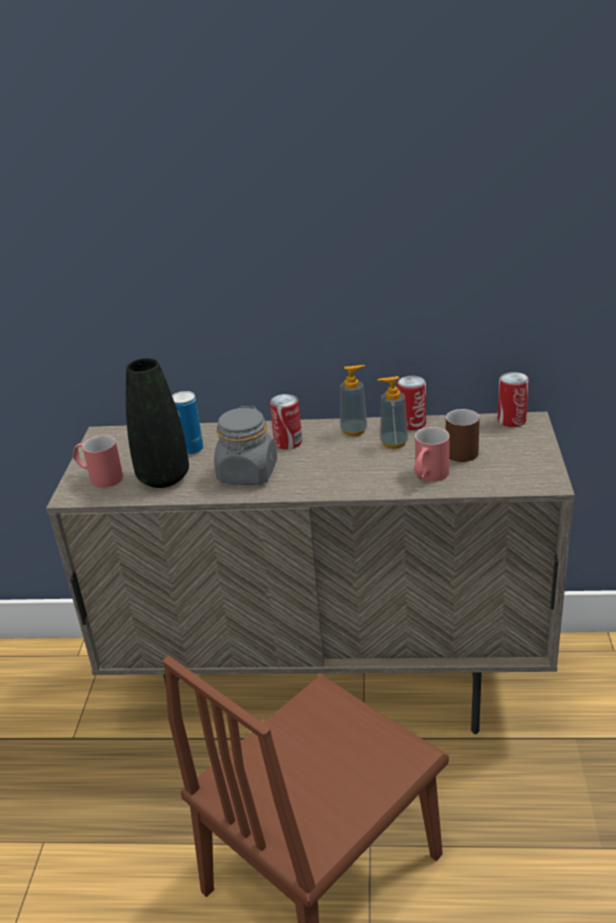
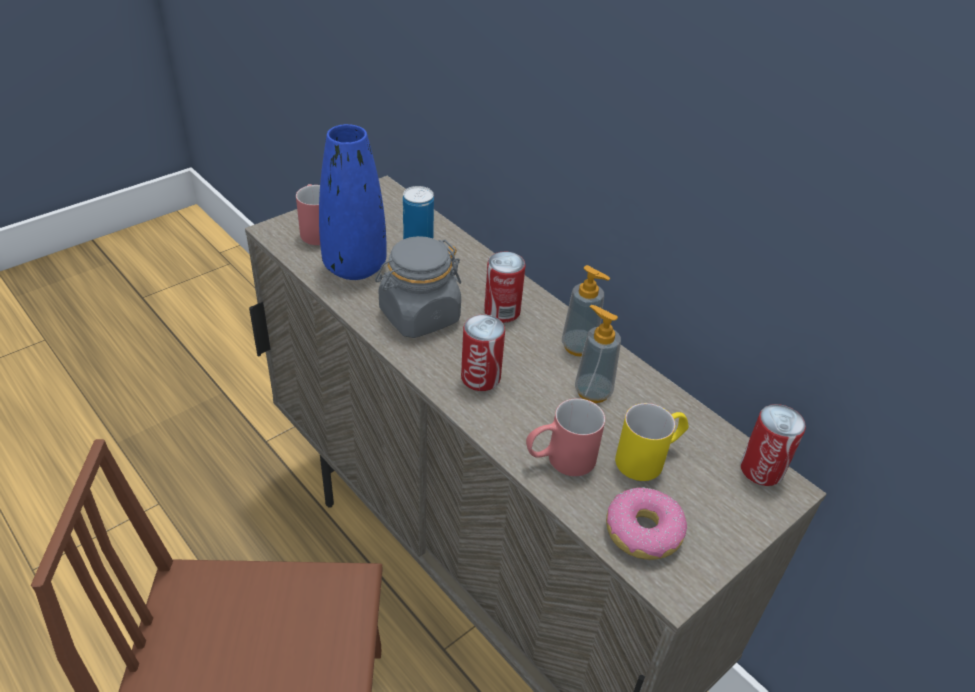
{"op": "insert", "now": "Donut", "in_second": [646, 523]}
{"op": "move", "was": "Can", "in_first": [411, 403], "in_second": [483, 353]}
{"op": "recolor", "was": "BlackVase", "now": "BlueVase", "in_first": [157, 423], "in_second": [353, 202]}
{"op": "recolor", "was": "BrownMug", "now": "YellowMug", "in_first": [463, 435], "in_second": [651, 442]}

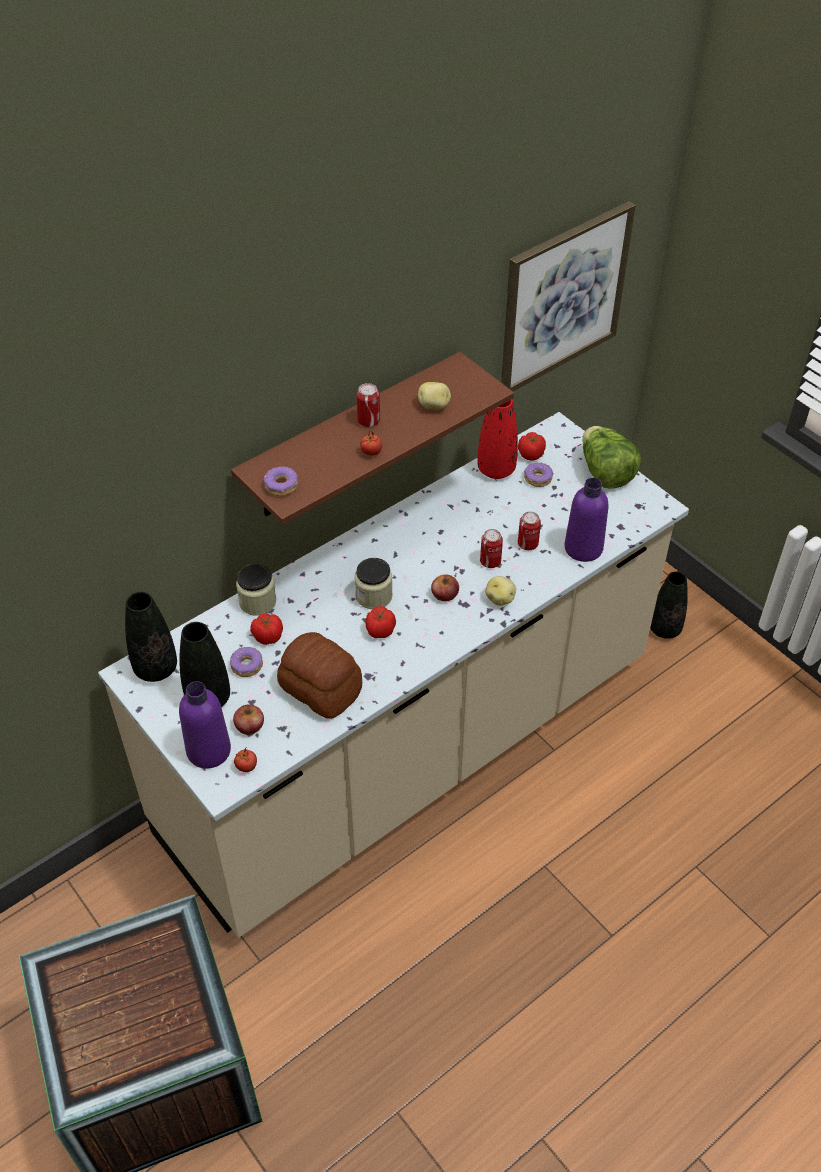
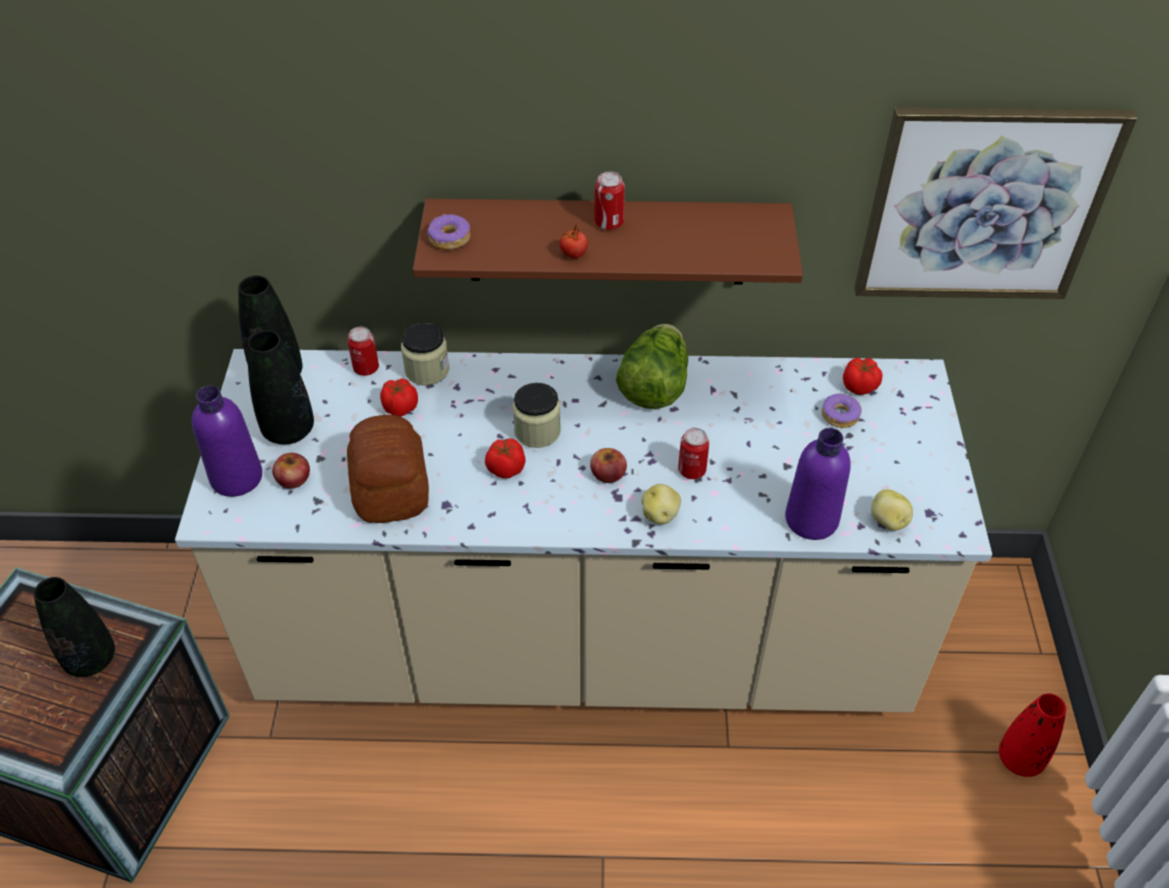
{"op": "delete", "was": "Donut", "in_first": [246, 662]}
{"op": "delete", "was": "Tomato", "in_first": [245, 760]}
{"op": "move", "was": "Potato", "in_first": [434, 396], "in_second": [892, 510]}
{"op": "move", "was": "RedVase", "in_first": [497, 439], "in_second": [1032, 735]}
{"op": "move", "was": "Can", "in_first": [529, 531], "in_second": [363, 351]}
{"op": "move", "was": "Lettuce", "in_first": [611, 457], "in_second": [652, 366]}
{"op": "move", "was": "BlackVase", "in_first": [669, 605], "in_second": [74, 627]}

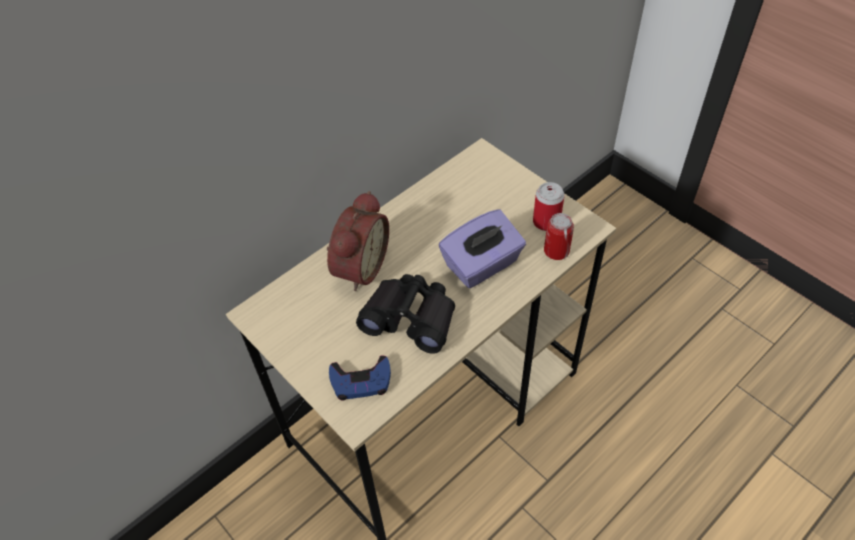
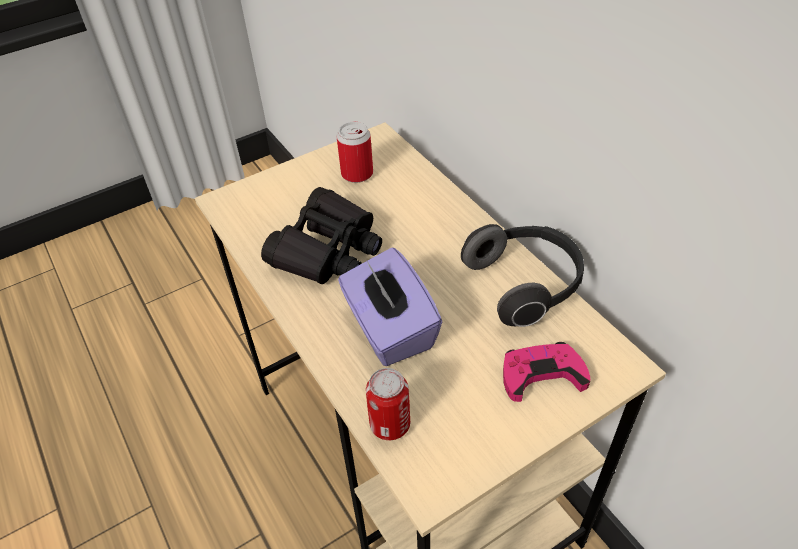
{"op": "delete", "was": "AlarmClock", "in_first": [358, 241]}
{"op": "delete", "was": "BlueGameController", "in_first": [360, 378]}
{"op": "insert", "now": "Headphones", "in_second": [522, 275]}
{"op": "insert", "now": "PinkGameController", "in_second": [546, 372]}
{"op": "move", "was": "Can", "in_first": [549, 206], "in_second": [354, 152]}

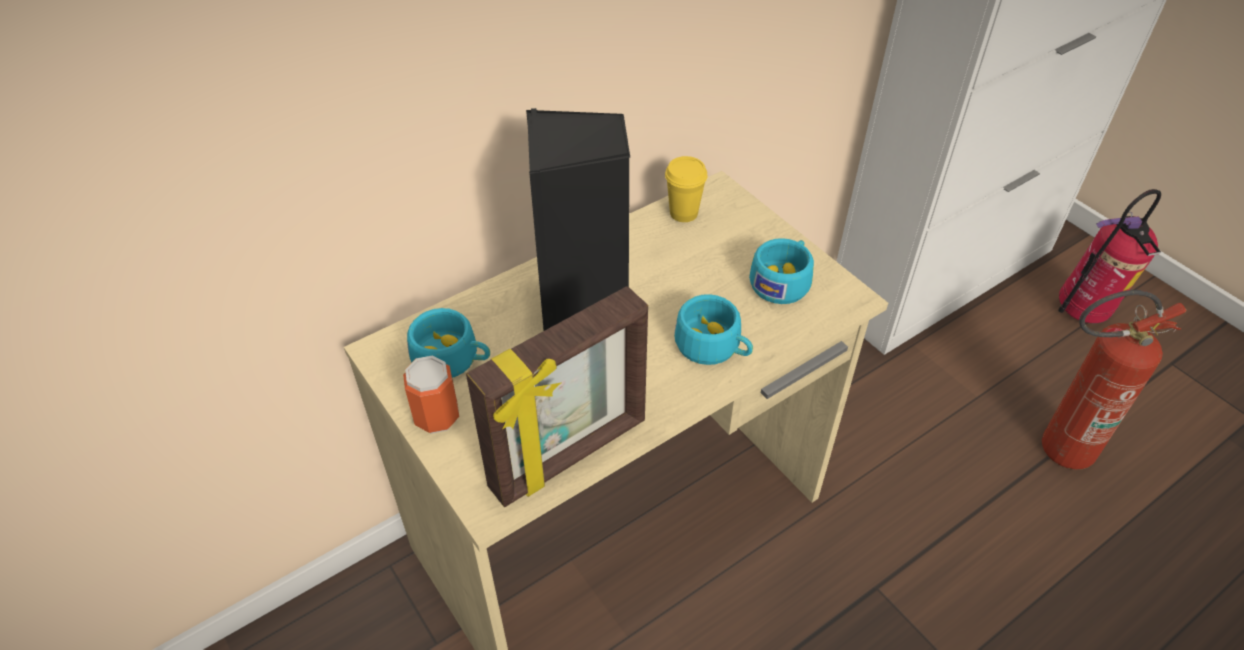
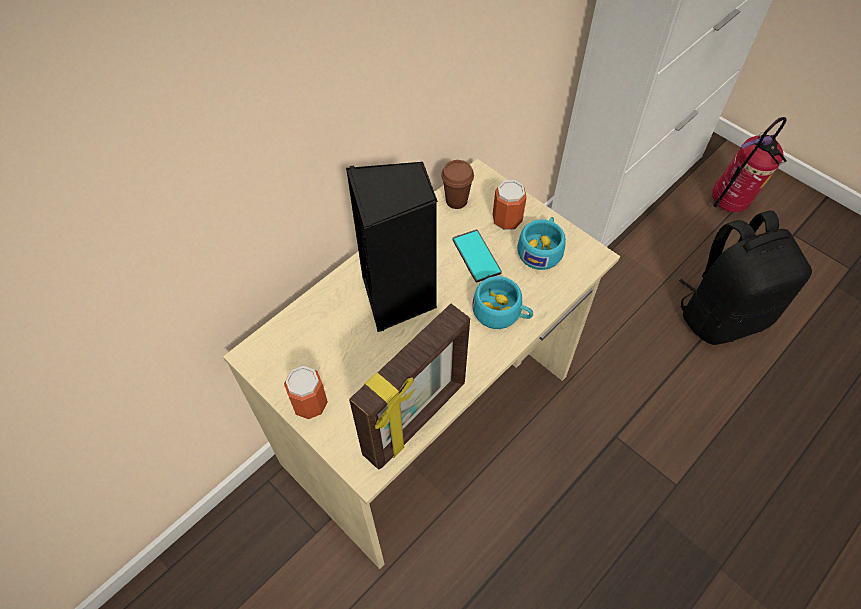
{"op": "delete", "was": "TurquoiseCup", "in_first": [448, 343]}
{"op": "insert", "now": "Phone", "in_second": [477, 256]}
{"op": "insert", "now": "Can", "in_second": [510, 205]}
{"op": "replace", "was": "FireExtinguisher", "now": "BlackBackpack", "in_first": [1114, 379], "in_second": [745, 278]}
{"op": "recolor", "was": "YellowCup", "now": "BrownCup", "in_first": [686, 189], "in_second": [457, 184]}

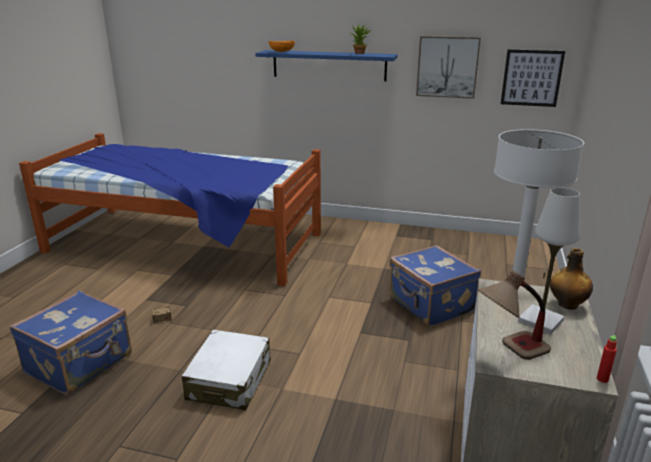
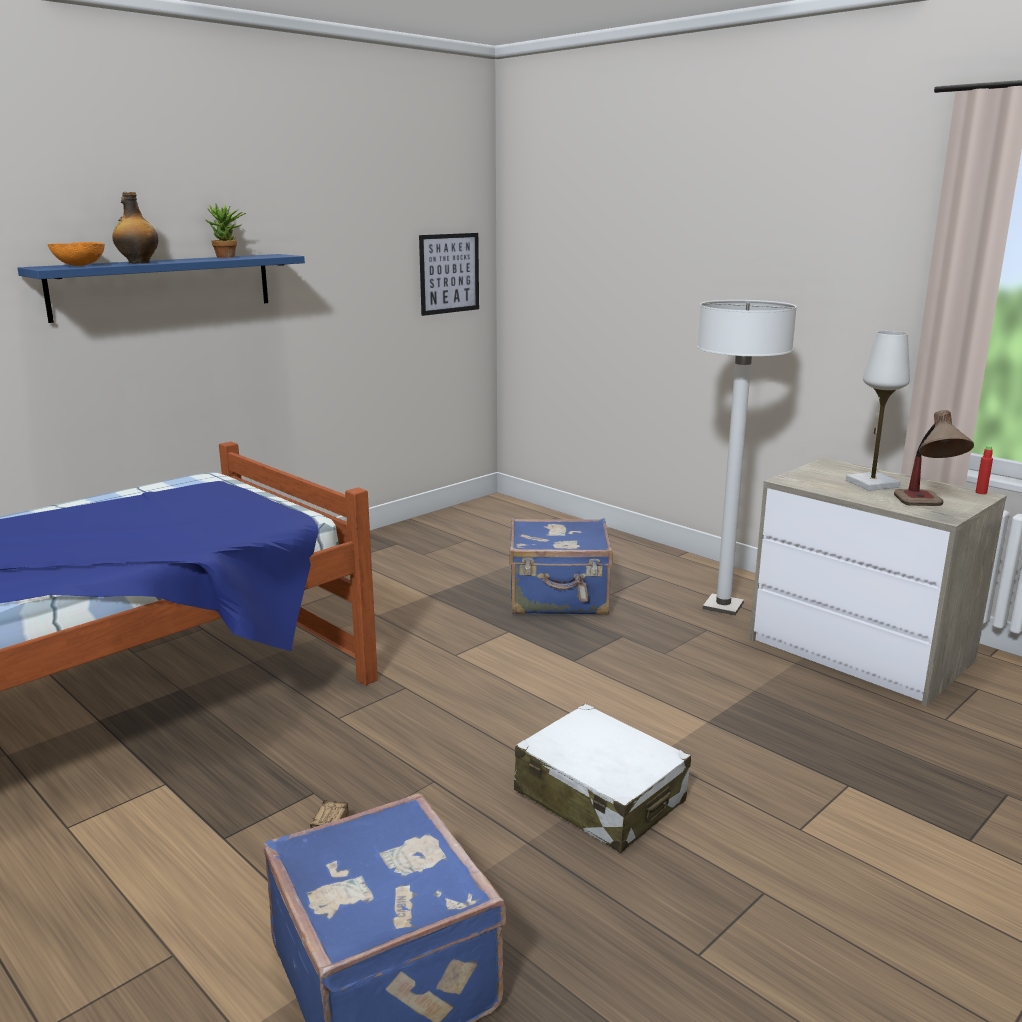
{"op": "delete", "was": "Picture", "in_first": [448, 67]}
{"op": "move", "was": "Bottle", "in_first": [571, 279], "in_second": [135, 228]}

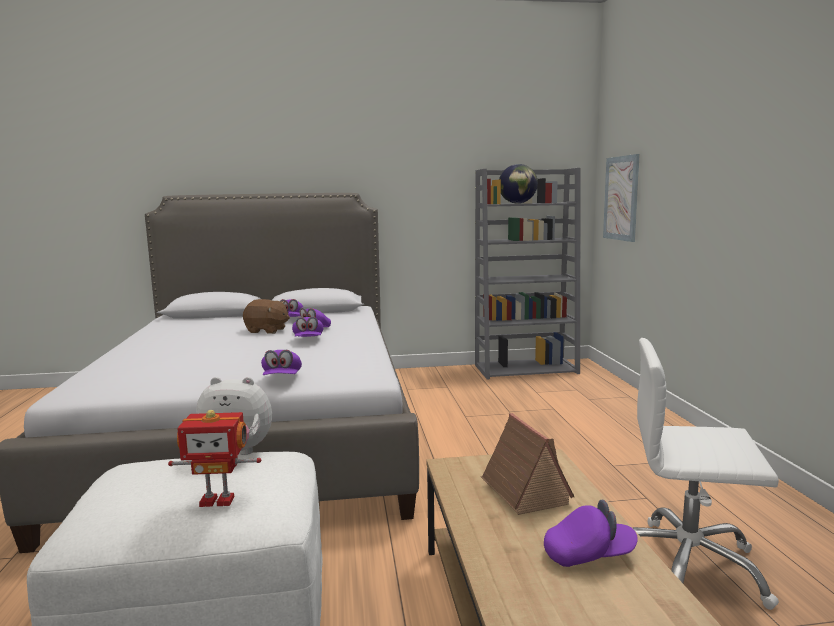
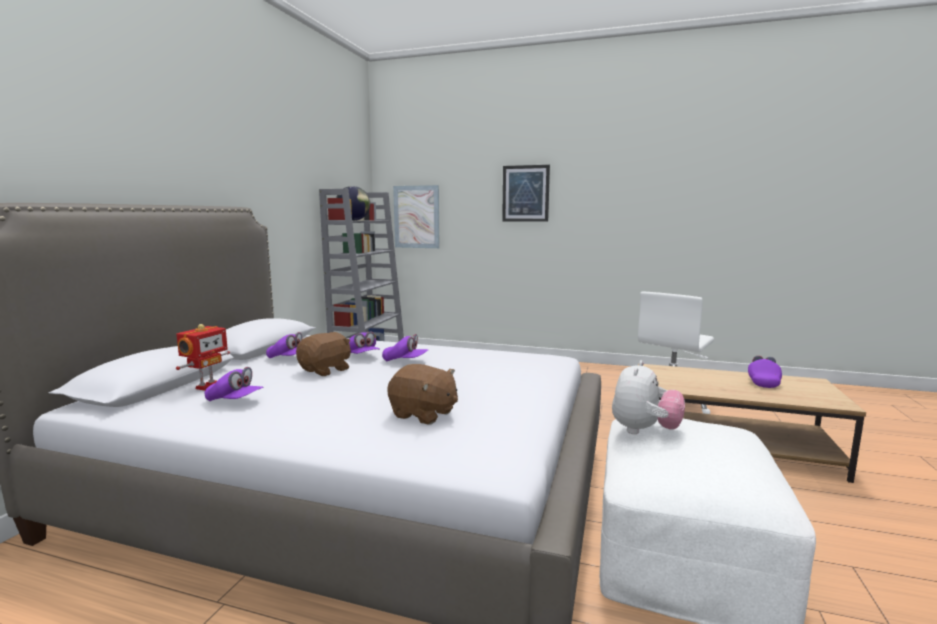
{"op": "delete", "was": "ToyHouse", "in_first": [527, 464]}
{"op": "insert", "now": "BrownPlushToy", "in_second": [422, 394]}
{"op": "insert", "now": "Picture", "in_second": [526, 193]}
{"op": "move", "was": "ToyRobot", "in_first": [214, 458], "in_second": [203, 357]}
{"op": "move", "was": "PurpleCap", "in_first": [281, 362], "in_second": [234, 384]}

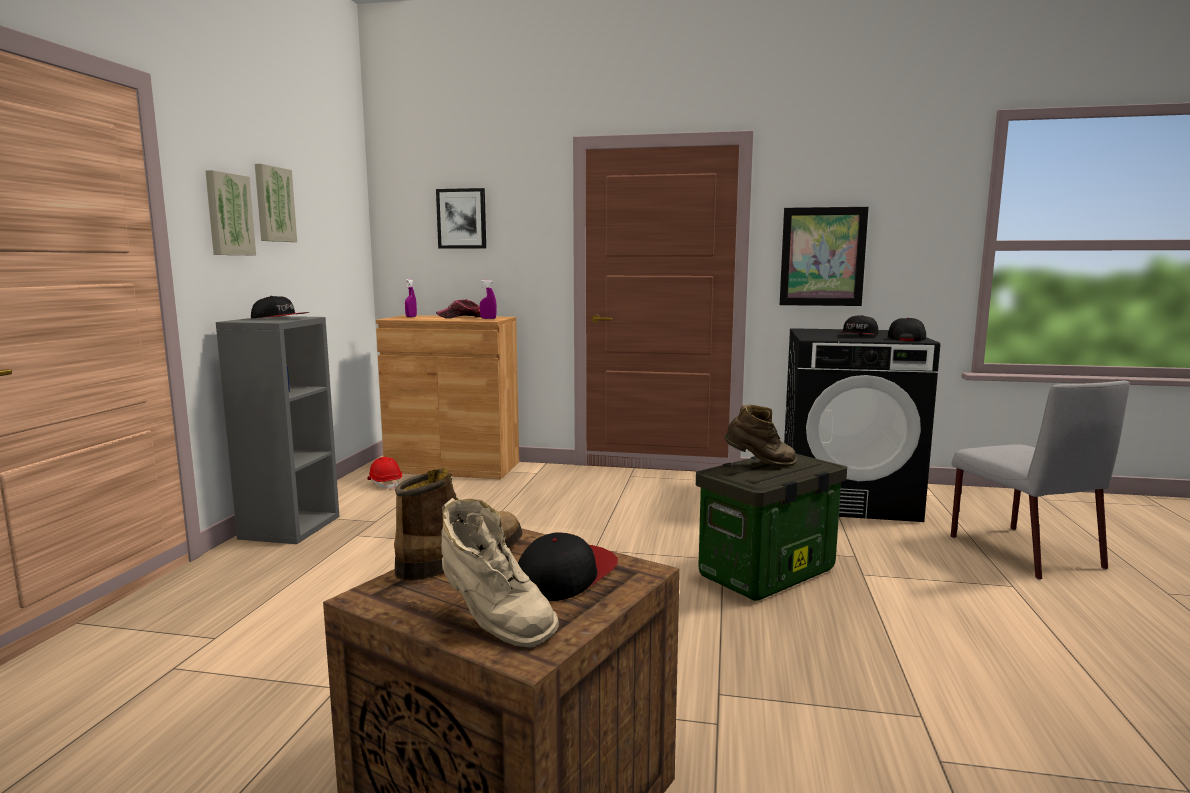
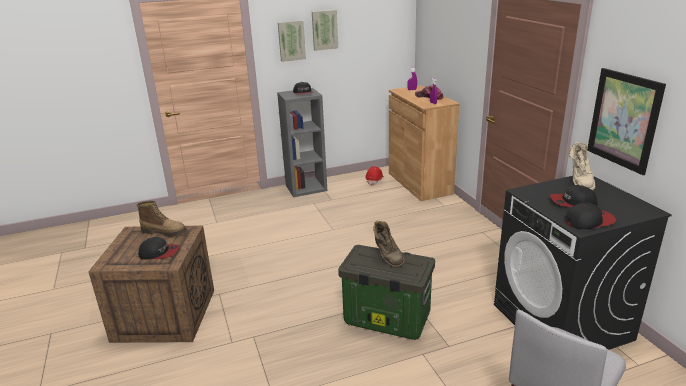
{"op": "delete", "was": "Picture", "in_first": [461, 218]}
{"op": "move", "was": "BeigeBoot", "in_first": [500, 573], "in_second": [582, 166]}

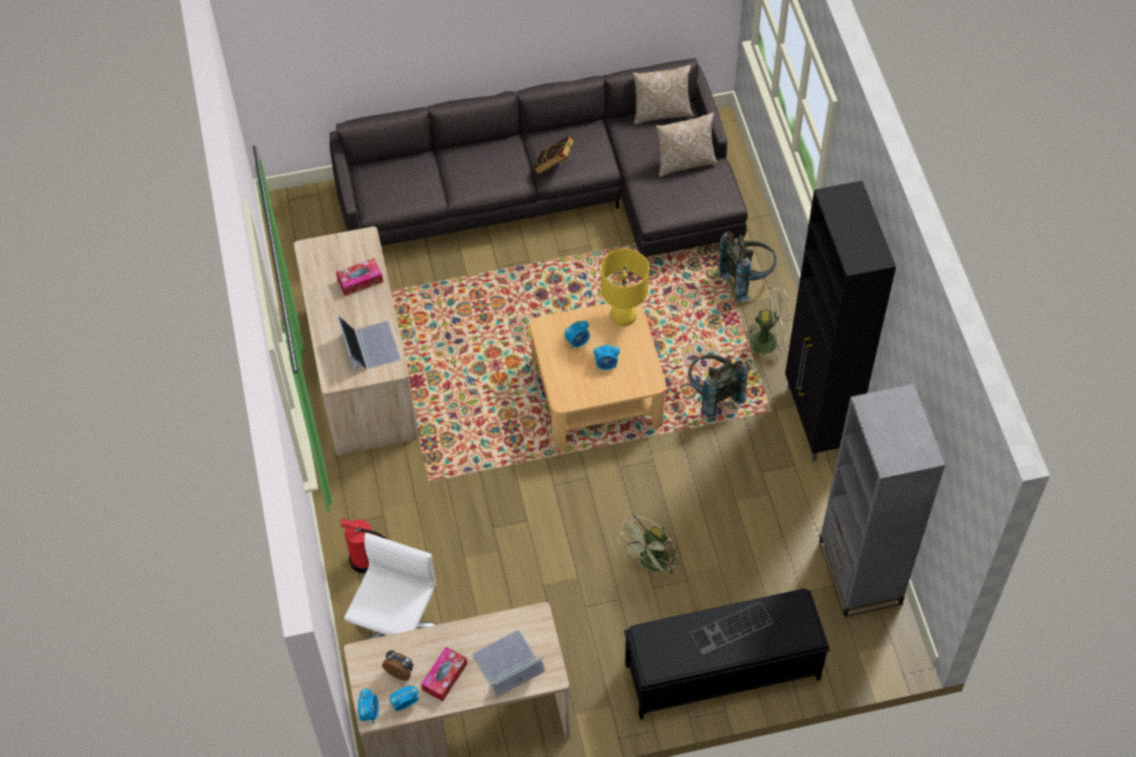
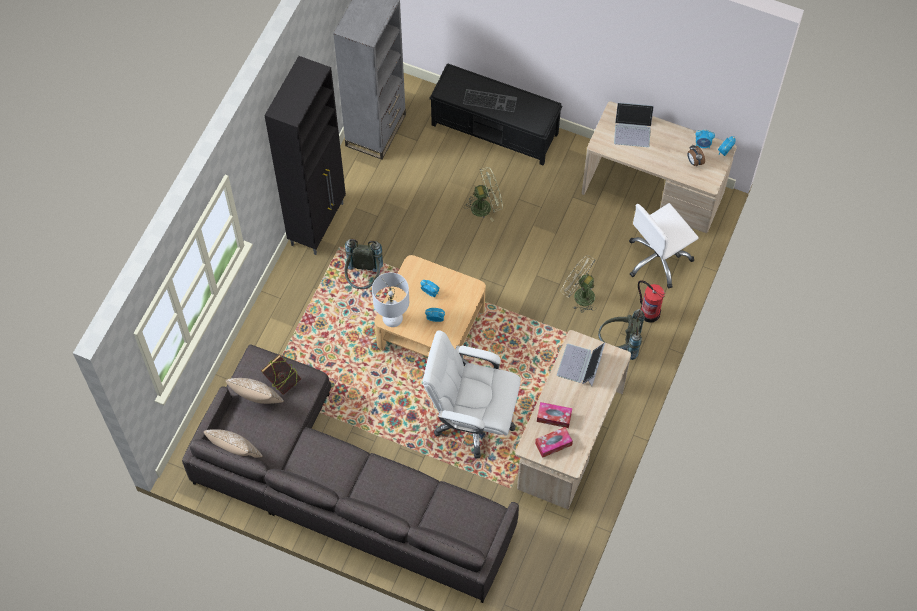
{"op": "insert", "now": "WhiteOfficeChair", "in_second": [472, 394]}
{"op": "move", "was": "TissueBox", "in_first": [444, 674], "in_second": [554, 442]}
{"op": "move", "was": "Book", "in_first": [554, 155], "in_second": [281, 374]}
{"op": "move", "was": "GreyBackpack", "in_first": [747, 267], "in_second": [621, 334]}
{"op": "move", "was": "BeigeFan", "in_first": [768, 325], "in_second": [578, 284]}
{"op": "recolor", "was": "YellowTableLamp", "now": "WhiteTableLamp", "in_first": [625, 287], "in_second": [390, 299]}

